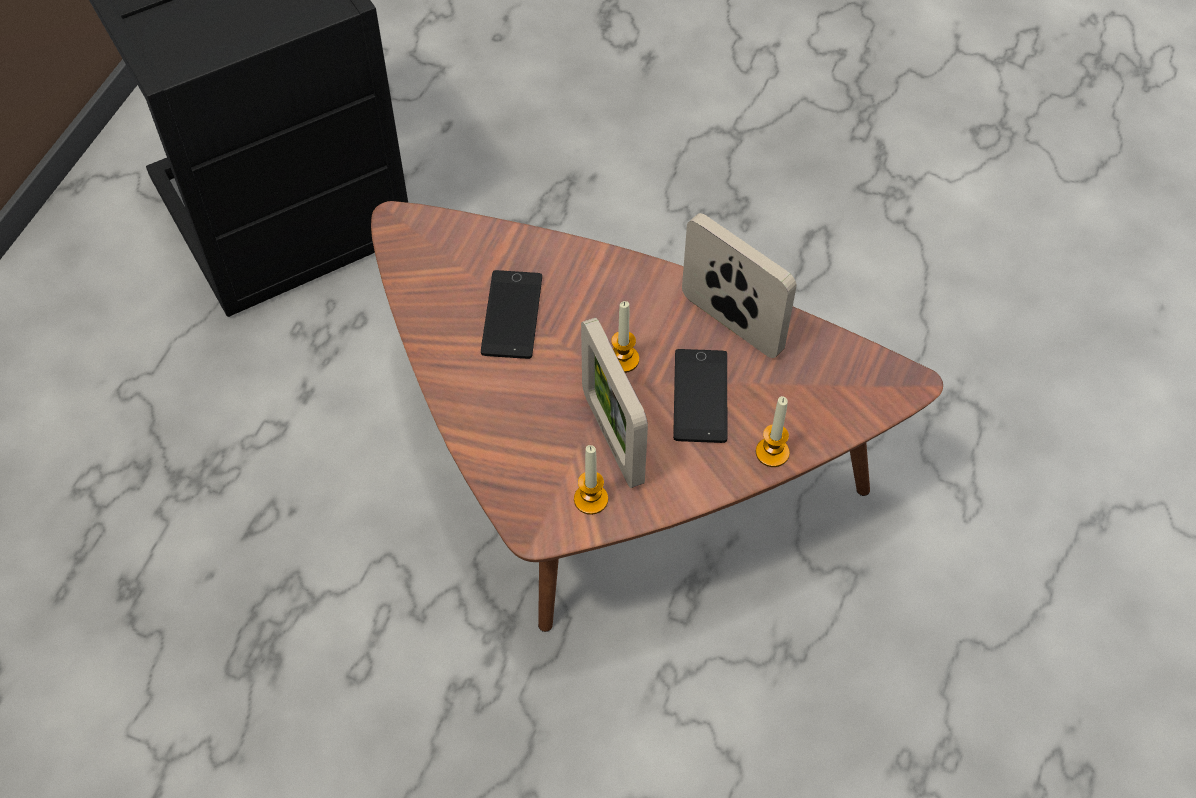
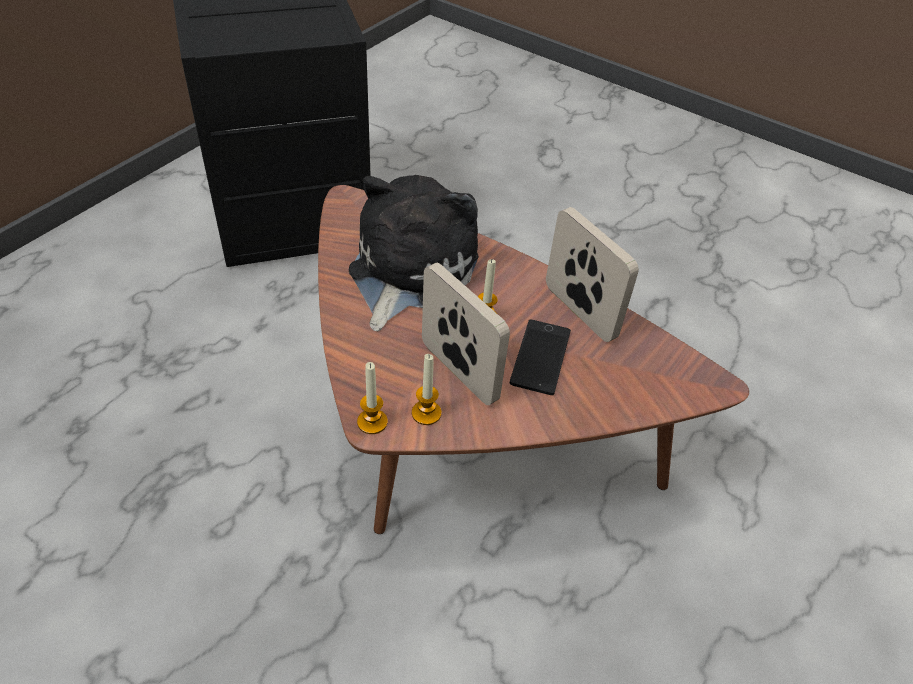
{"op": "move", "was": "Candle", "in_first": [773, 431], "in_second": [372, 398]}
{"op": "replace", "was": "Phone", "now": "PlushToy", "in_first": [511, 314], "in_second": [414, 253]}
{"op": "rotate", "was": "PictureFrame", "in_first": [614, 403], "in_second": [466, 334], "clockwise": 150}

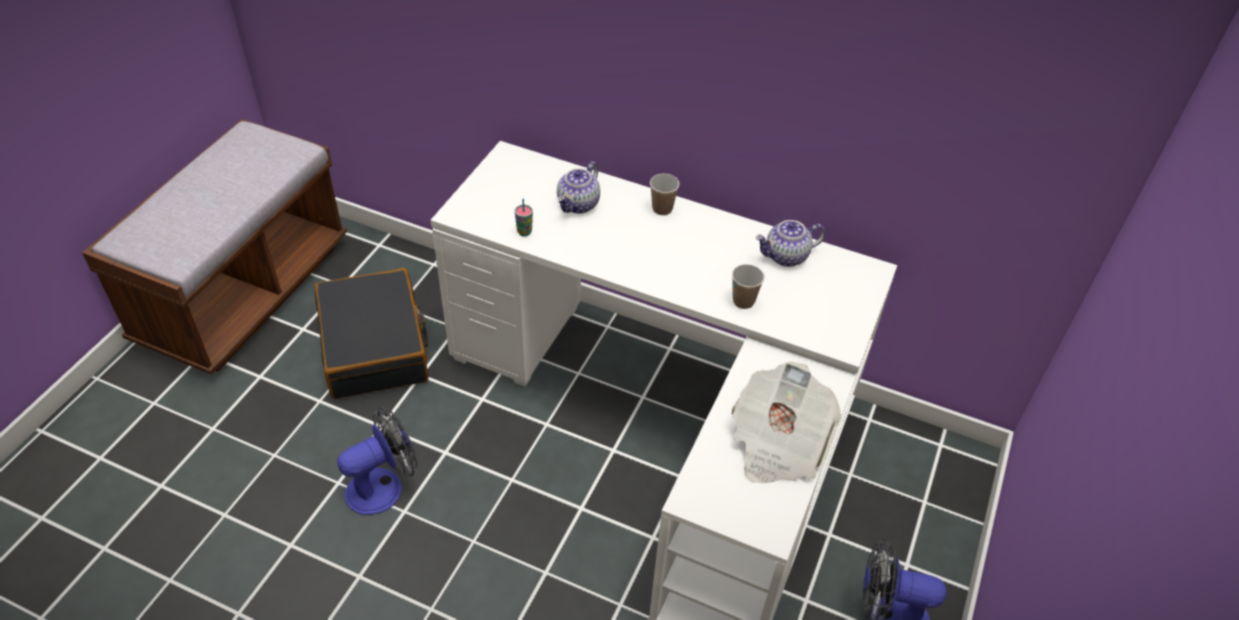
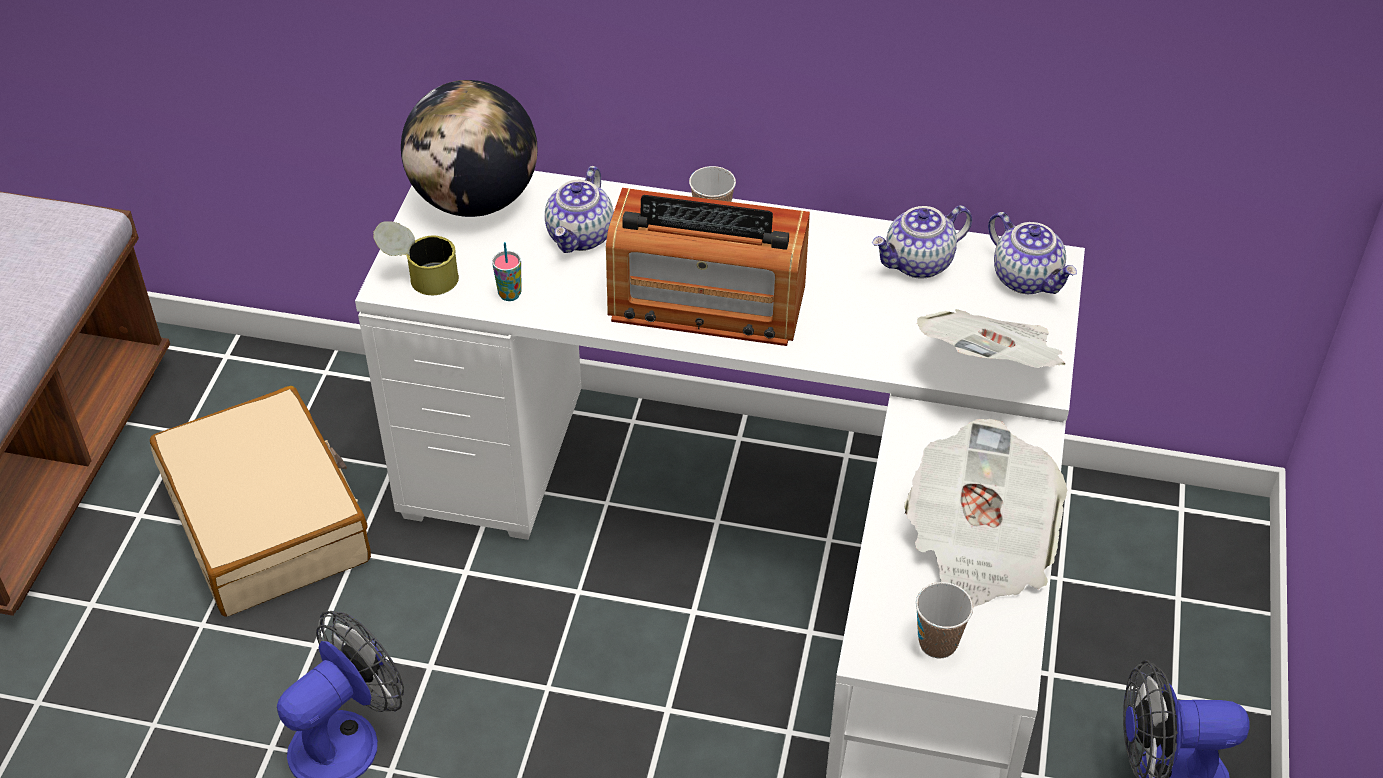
{"op": "insert", "now": "Can", "in_second": [416, 258]}
{"op": "insert", "now": "Globe", "in_second": [469, 148]}
{"op": "insert", "now": "Radio", "in_second": [708, 267]}
{"op": "insert", "now": "Newspaper", "in_second": [991, 338]}
{"op": "insert", "now": "Teapot", "in_second": [1032, 253]}
{"op": "move", "was": "Cup", "in_first": [748, 286], "in_second": [944, 620]}
{"op": "recolor", "was": "BlackSuitcase", "now": "BeigeSuitcase", "in_first": [371, 333], "in_second": [260, 501]}

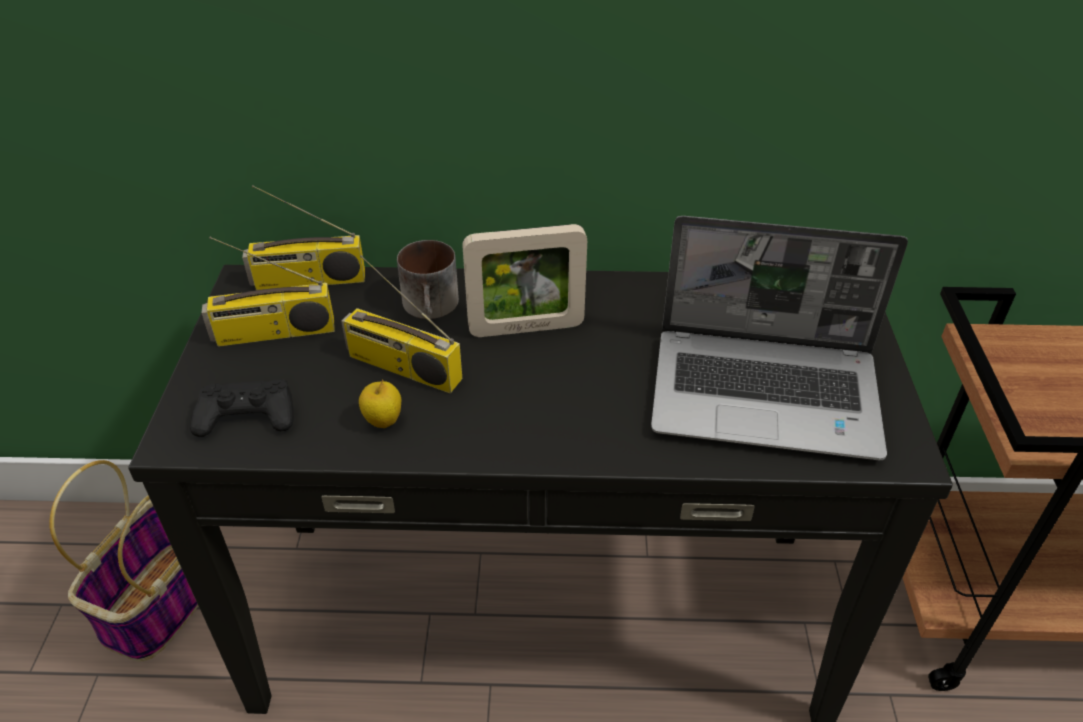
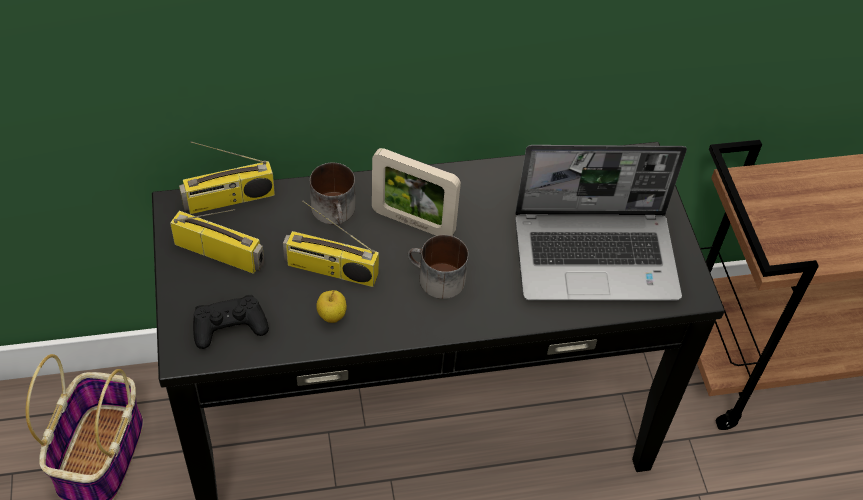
{"op": "insert", "now": "Mug", "in_second": [438, 267]}
{"op": "rotate", "was": "Radio", "in_first": [268, 291], "in_second": [217, 241], "clockwise": -135}
{"op": "rotate", "was": "PictureFrame", "in_first": [524, 280], "in_second": [416, 192], "clockwise": 45}

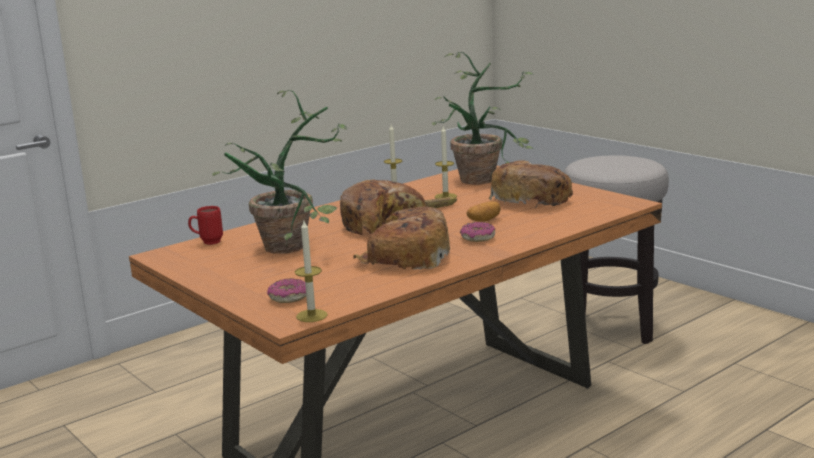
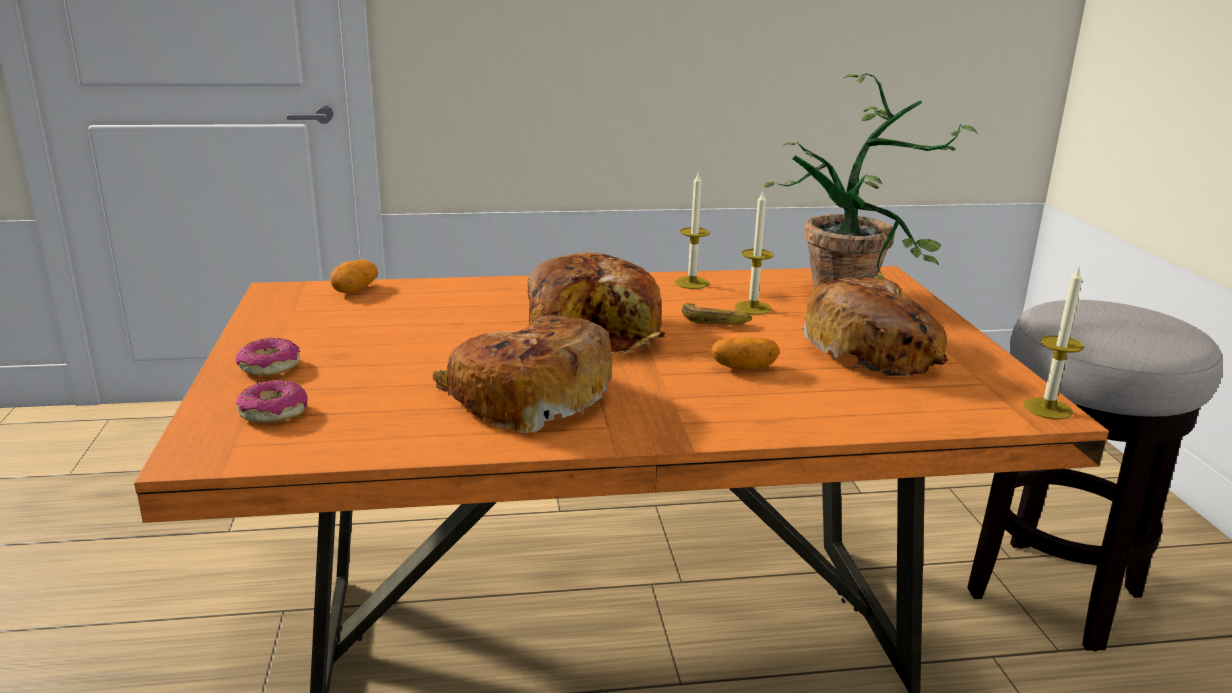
{"op": "delete", "was": "PottedPlant", "in_first": [279, 172]}
{"op": "move", "was": "Candle", "in_first": [311, 271], "in_second": [1053, 342]}
{"op": "move", "was": "Donut", "in_first": [477, 232], "in_second": [268, 357]}
{"op": "replace", "was": "RedMug", "now": "Potato", "in_first": [205, 225], "in_second": [354, 276]}

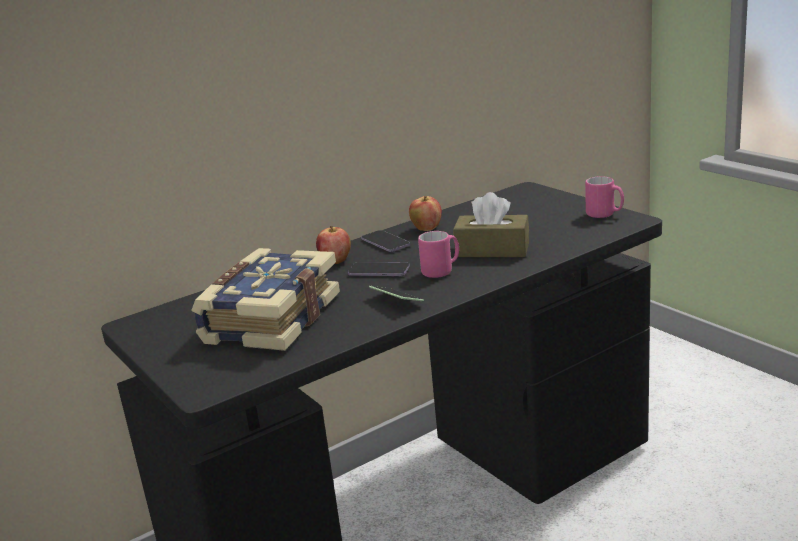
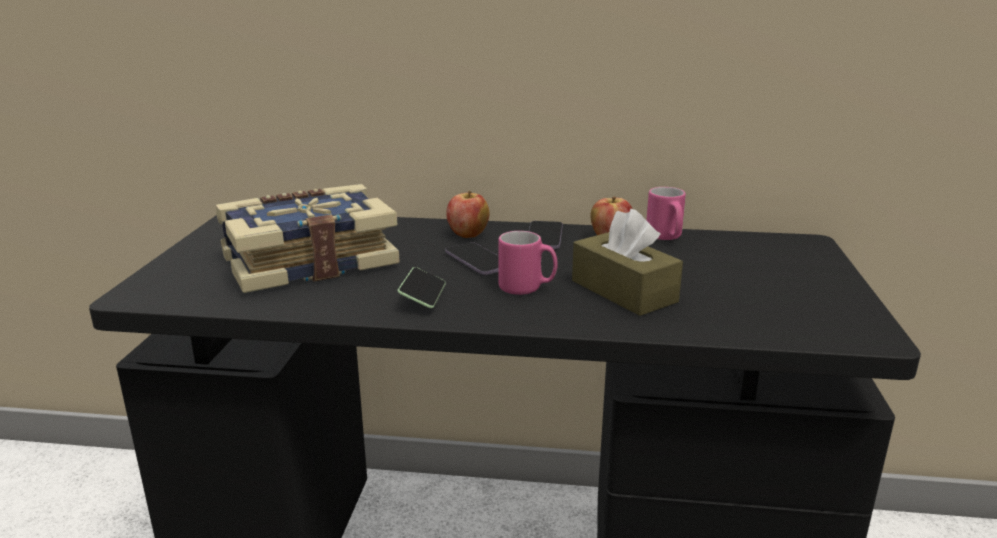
{"op": "move", "was": "PinkMug", "in_first": [604, 197], "in_second": [666, 213]}

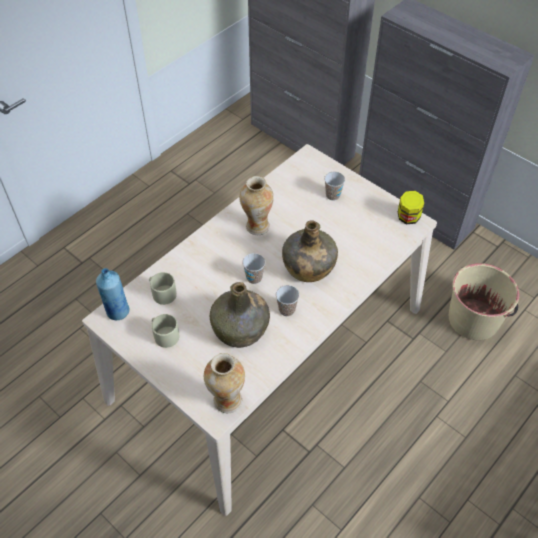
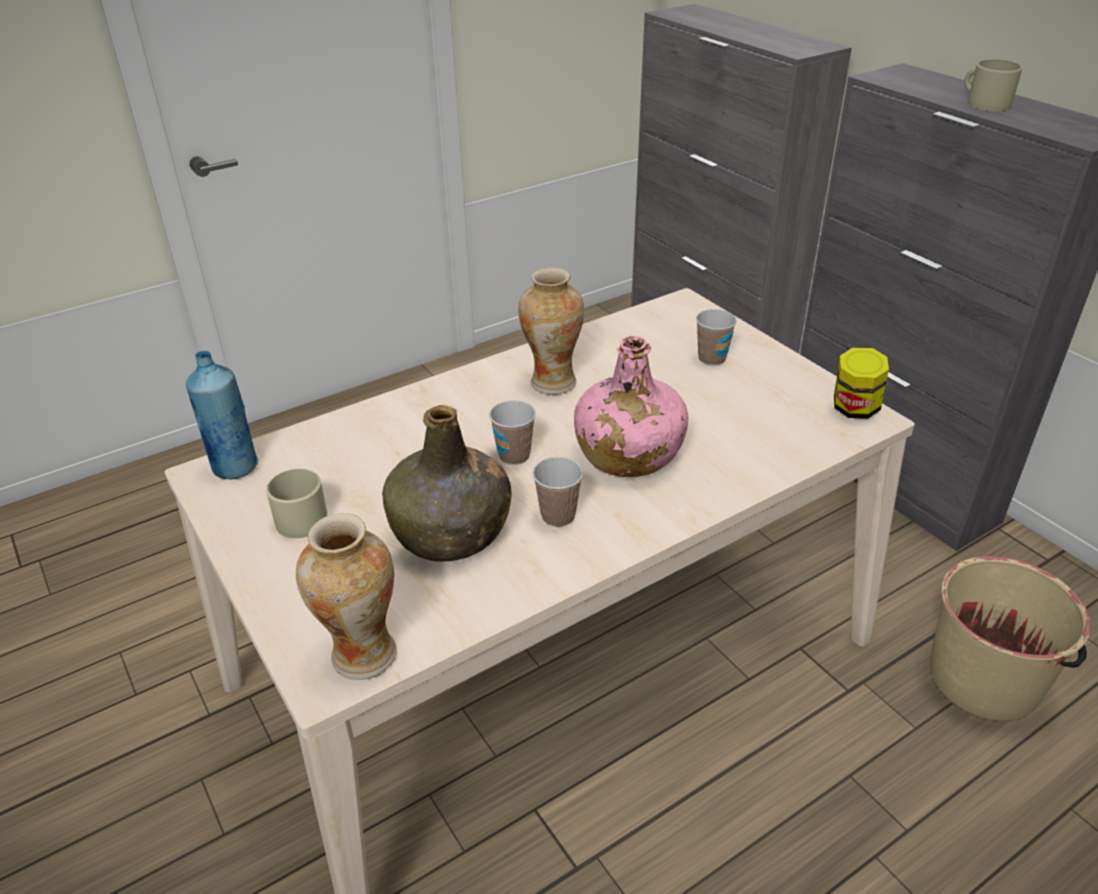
{"op": "move", "was": "BeigeMug", "in_first": [163, 288], "in_second": [993, 85]}
{"op": "recolor", "was": "GreenBottle", "now": "PinkBottle", "in_first": [310, 251], "in_second": [631, 406]}

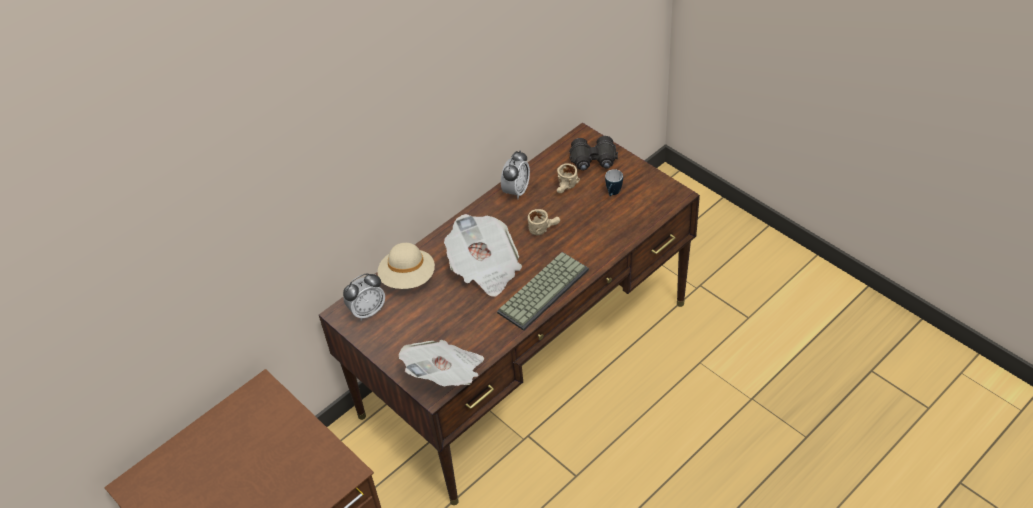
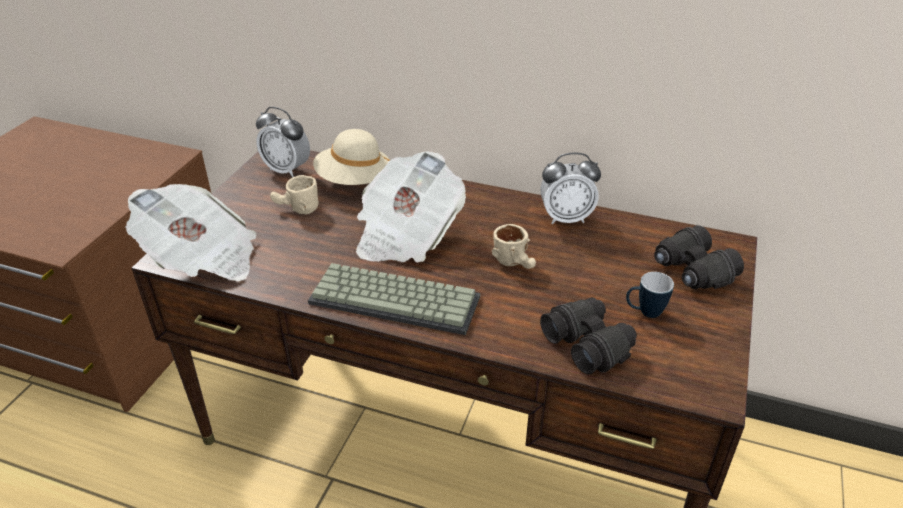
{"op": "insert", "now": "BlackBinoculars", "in_second": [588, 336]}
{"op": "move", "was": "BeigeMug", "in_first": [568, 178], "in_second": [294, 195]}

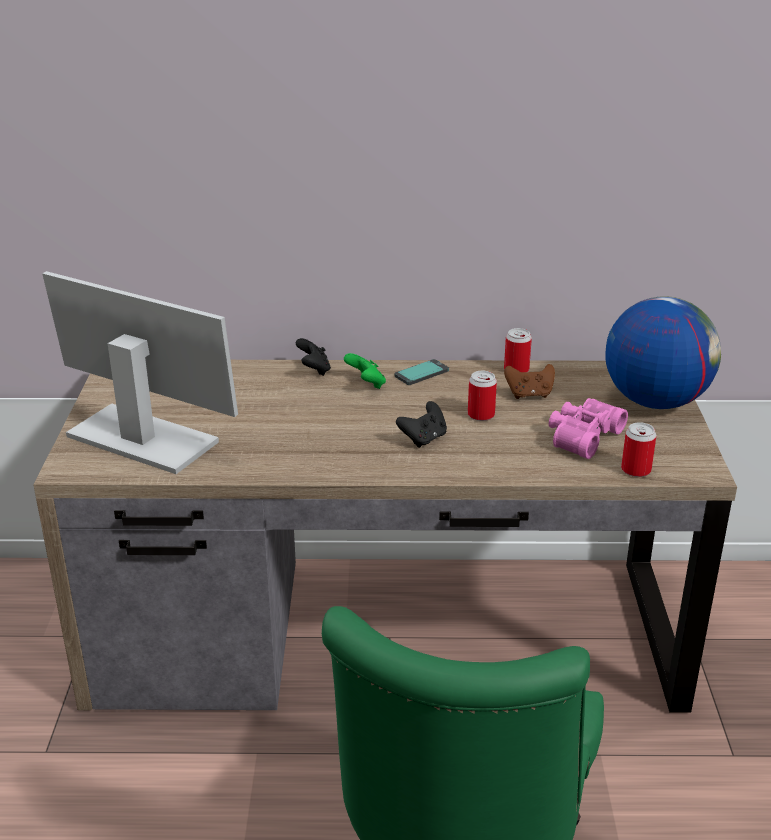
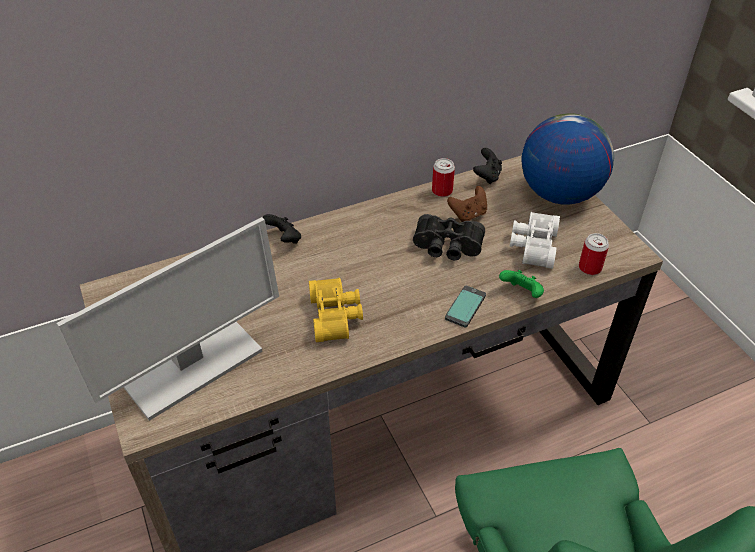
{"op": "insert", "now": "YellowBinoculars", "in_second": [336, 310]}
{"op": "move", "was": "GreenGameController", "in_first": [365, 371], "in_second": [521, 284]}
{"op": "move", "was": "Phone", "in_first": [421, 372], "in_second": [465, 307]}
{"op": "move", "was": "BlackGameController", "in_first": [421, 424], "in_second": [487, 166]}
{"op": "replace", "was": "Can", "now": "BlackBinoculars", "in_first": [482, 396], "in_second": [449, 237]}
{"op": "recolor", "was": "PinkBinoculars", "now": "WhiteBinoculars", "in_first": [588, 428], "in_second": [535, 240]}
{"op": "rotate", "was": "Monitor", "in_first": [140, 372], "in_second": [167, 319], "clockwise": 135}

